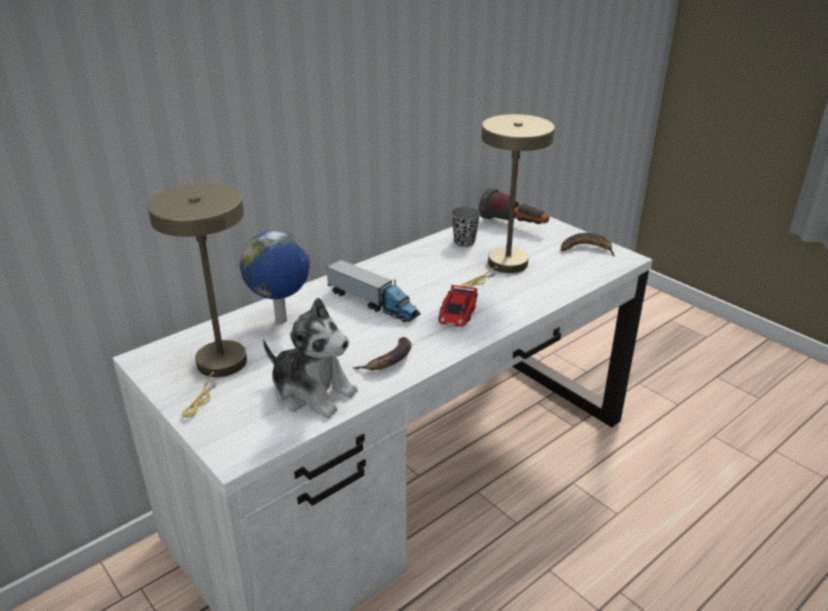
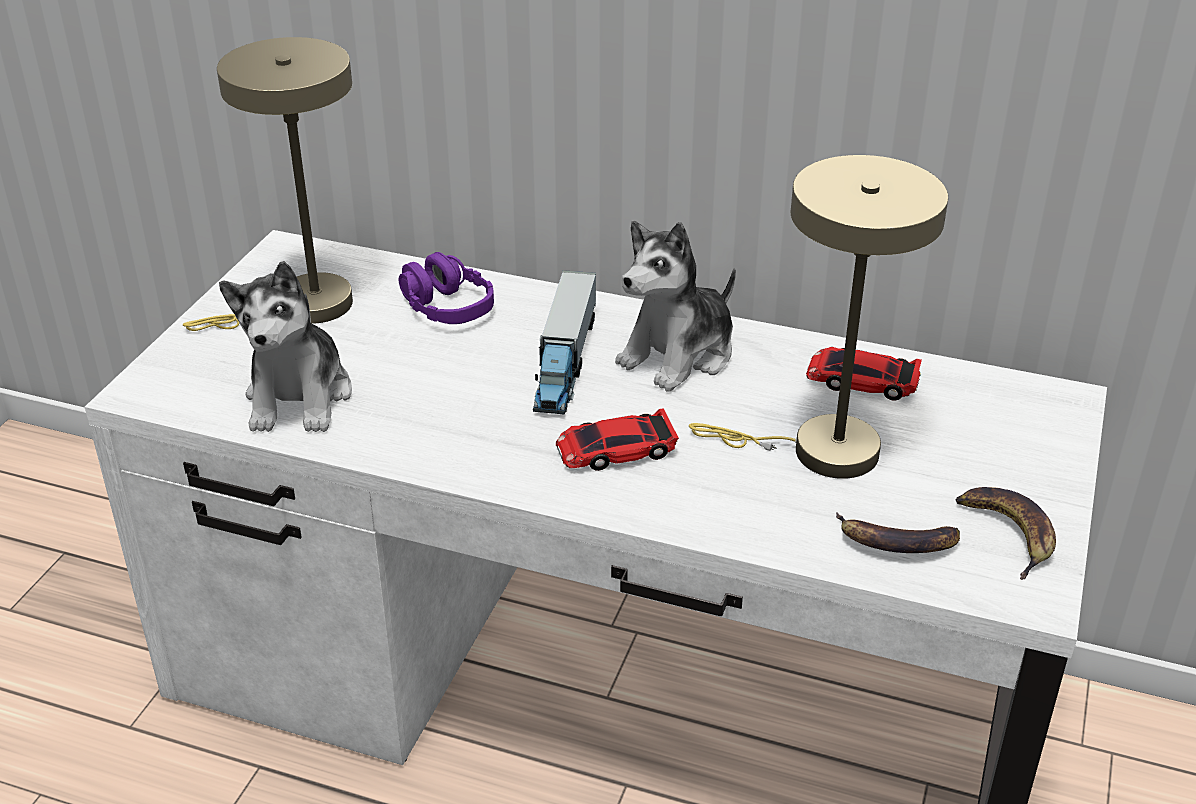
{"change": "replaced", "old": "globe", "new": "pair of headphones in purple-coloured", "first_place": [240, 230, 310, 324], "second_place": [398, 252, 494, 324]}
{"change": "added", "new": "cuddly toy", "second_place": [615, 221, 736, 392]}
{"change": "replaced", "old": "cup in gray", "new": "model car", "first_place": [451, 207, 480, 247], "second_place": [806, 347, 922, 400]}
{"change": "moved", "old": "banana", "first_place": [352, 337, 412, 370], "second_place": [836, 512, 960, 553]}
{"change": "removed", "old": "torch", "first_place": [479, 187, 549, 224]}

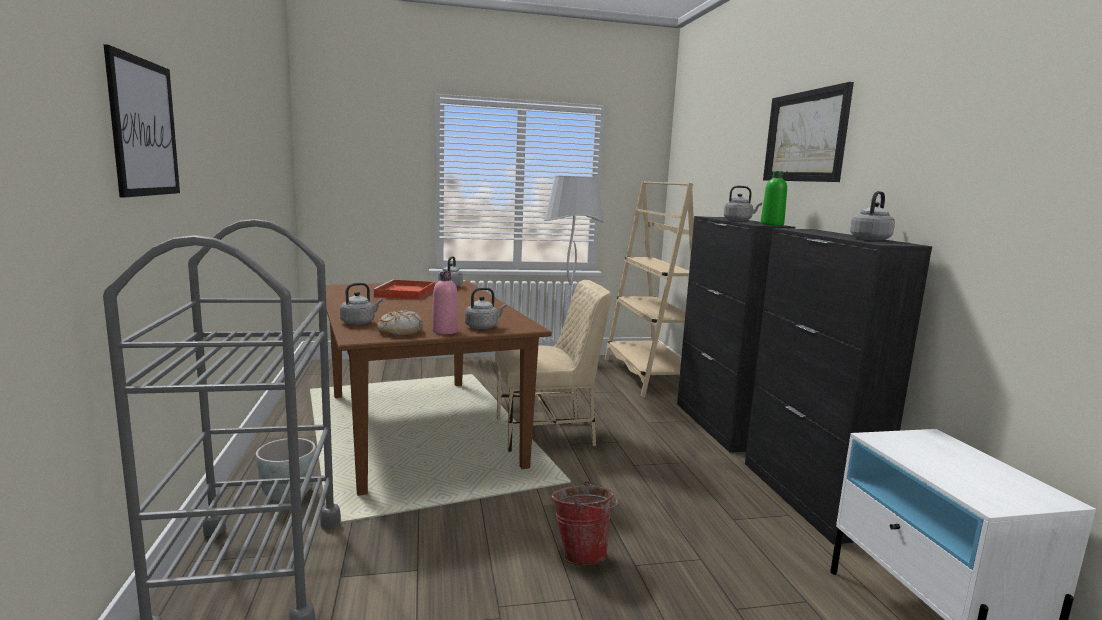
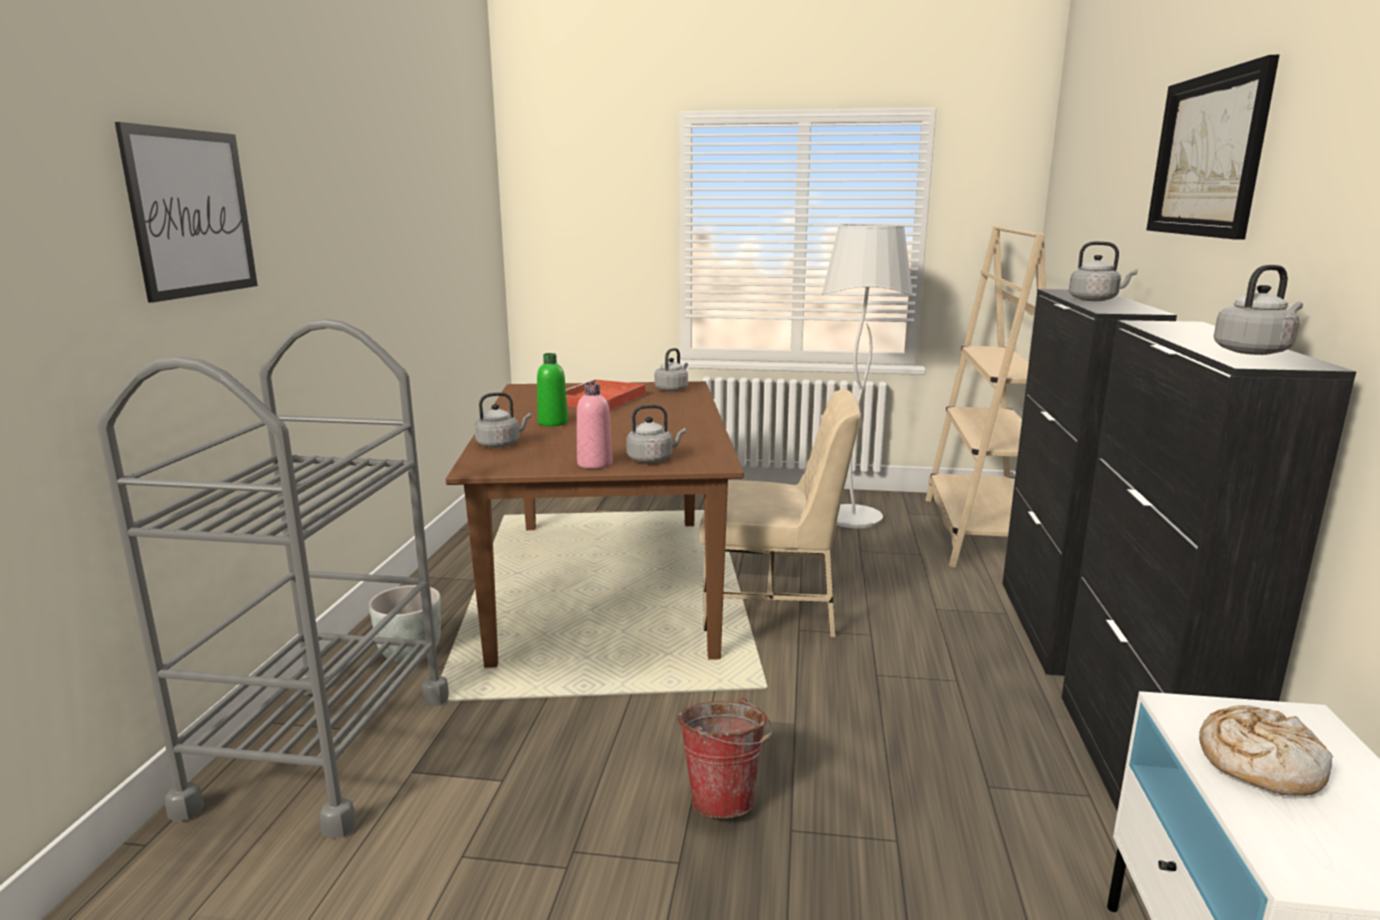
{"change": "moved", "old": "bottle in greenish", "first_place": [761, 171, 787, 226], "second_place": [537, 353, 568, 426]}
{"change": "moved", "old": "bakery bread", "first_place": [377, 311, 423, 336], "second_place": [1199, 705, 1333, 796]}

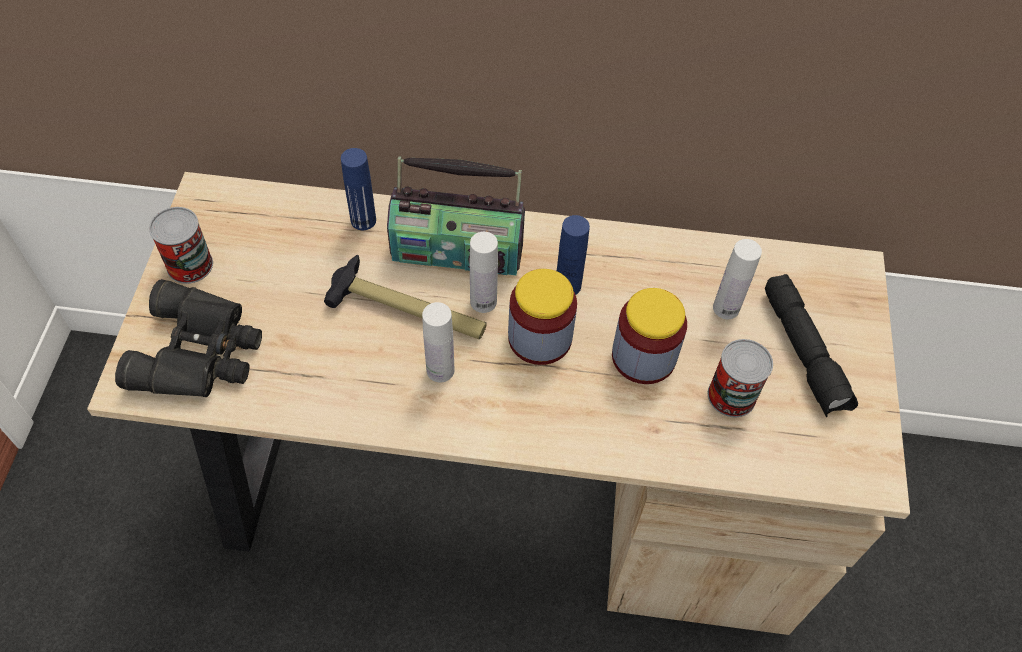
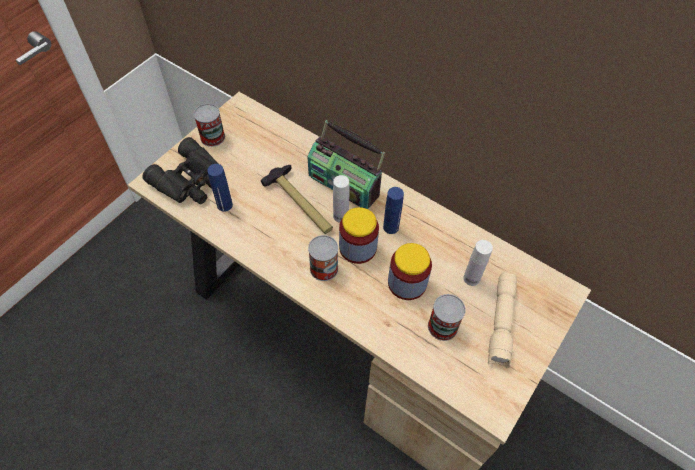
{"change": "moved", "old": "bottle in blue-coloured", "first_place": [341, 148, 376, 230], "second_place": [207, 164, 233, 212]}
{"change": "added", "new": "can", "second_place": [308, 235, 338, 281]}
{"change": "recoloured", "old": "torch in blackish", "new": "torch in beige", "first_place": [765, 274, 858, 417], "second_place": [488, 272, 517, 368]}
{"change": "removed", "old": "bottle in white-coloured", "first_place": [422, 302, 454, 383]}

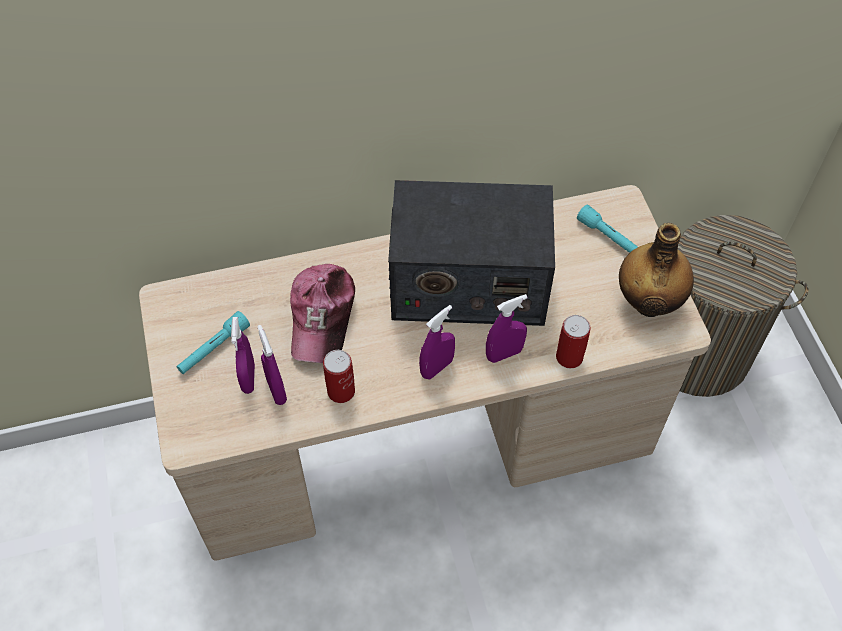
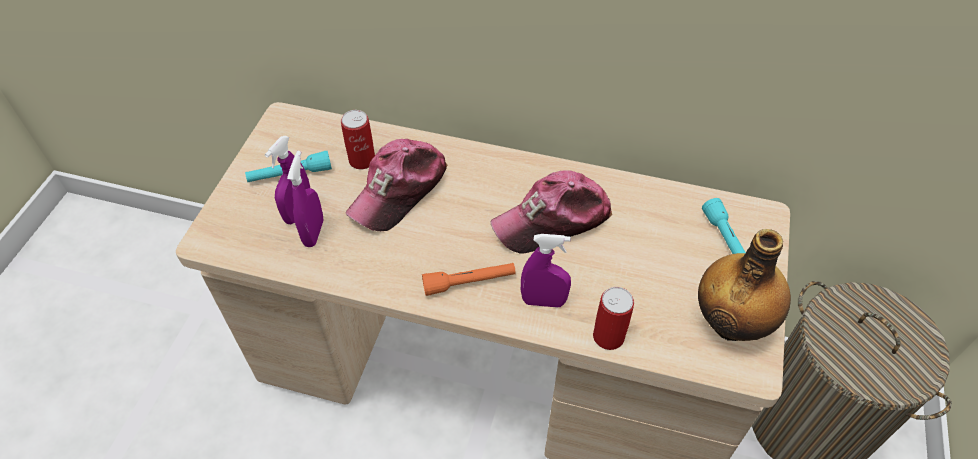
{"change": "moved", "old": "can", "first_place": [323, 350, 355, 403], "second_place": [341, 110, 375, 169]}
{"change": "replaced", "old": "sprayer in purple-coloured", "new": "torch in orangey", "first_place": [419, 305, 455, 380], "second_place": [422, 263, 516, 296]}
{"change": "replaced", "old": "radio set", "new": "baseball cap", "first_place": [388, 180, 555, 326], "second_place": [490, 170, 612, 254]}

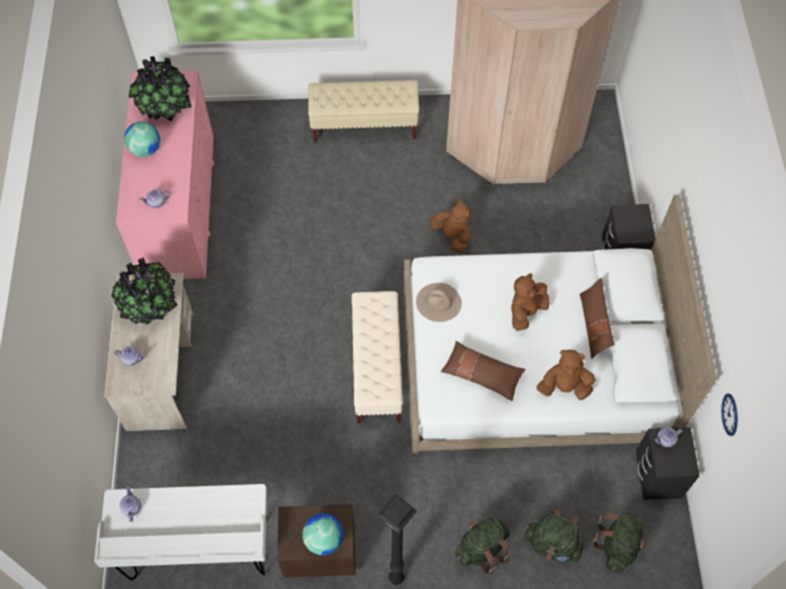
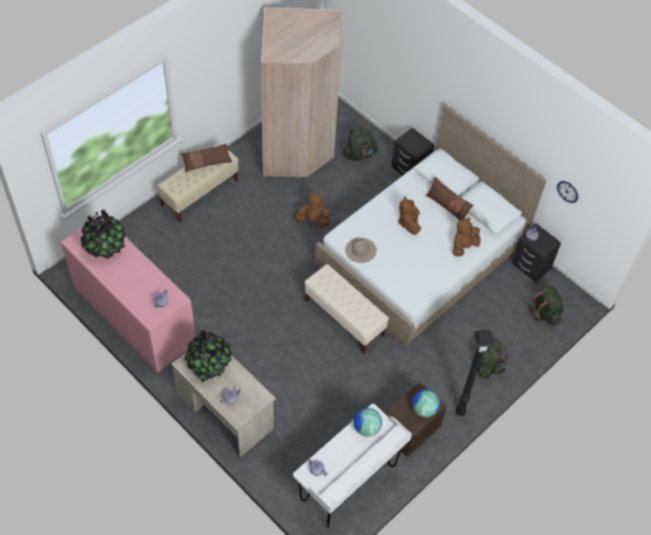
{"change": "moved", "old": "throw pillow in brown", "first_place": [441, 341, 526, 401], "second_place": [181, 143, 232, 172]}
{"change": "moved", "old": "backpack in greenish", "first_place": [525, 508, 585, 562], "second_place": [343, 126, 378, 161]}
{"change": "moved", "old": "globe", "first_place": [124, 122, 160, 157], "second_place": [354, 408, 382, 437]}

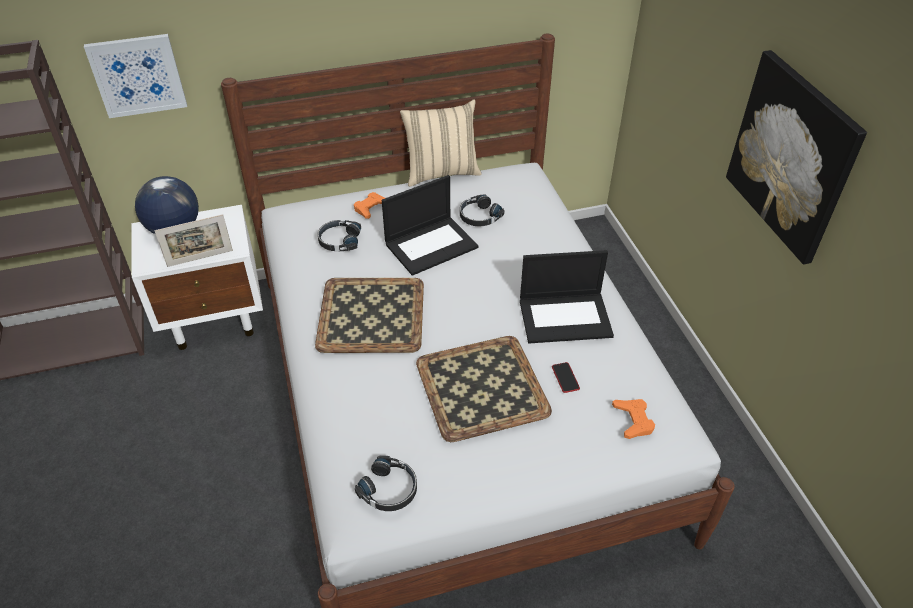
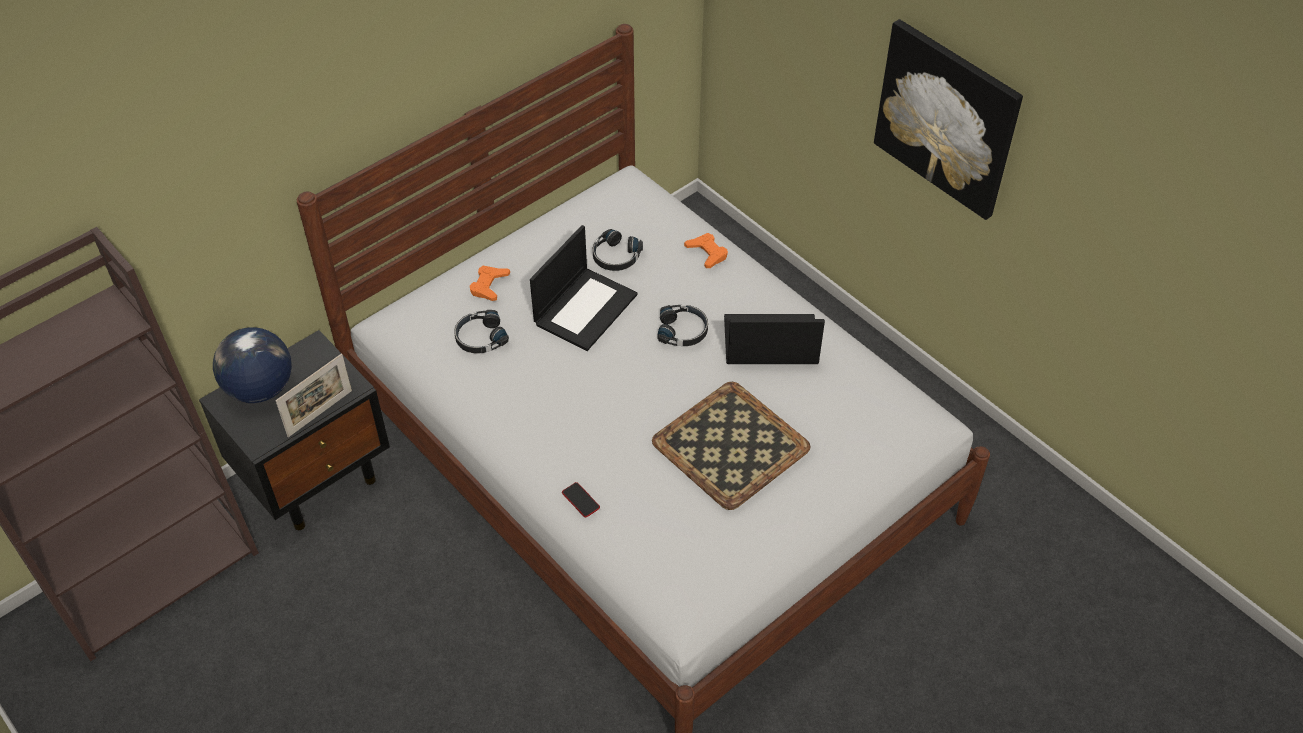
{"change": "recoloured", "old": "night table in white-coloured", "new": "night table in blackish", "first_place": [132, 205, 263, 350], "second_place": [199, 330, 390, 530]}
{"change": "moved", "old": "handset", "first_place": [552, 362, 580, 393], "second_place": [562, 482, 600, 517]}
{"change": "moved", "old": "pair of headphones in blackish", "first_place": [355, 455, 417, 511], "second_place": [657, 305, 708, 346]}
{"change": "moved", "old": "game controller in orangey", "first_place": [612, 399, 655, 439], "second_place": [684, 233, 728, 268]}
{"change": "turned", "old": "notebook computer", "first_place": [520, 250, 614, 343], "second_place": [724, 314, 825, 364], "degrees": -150}
{"change": "removed", "old": "picture", "first_place": [84, 34, 187, 118]}
{"change": "removed", "old": "carrying tray", "first_place": [315, 278, 424, 353]}
{"change": "removed", "old": "throw pillow in beige", "first_place": [400, 99, 482, 187]}

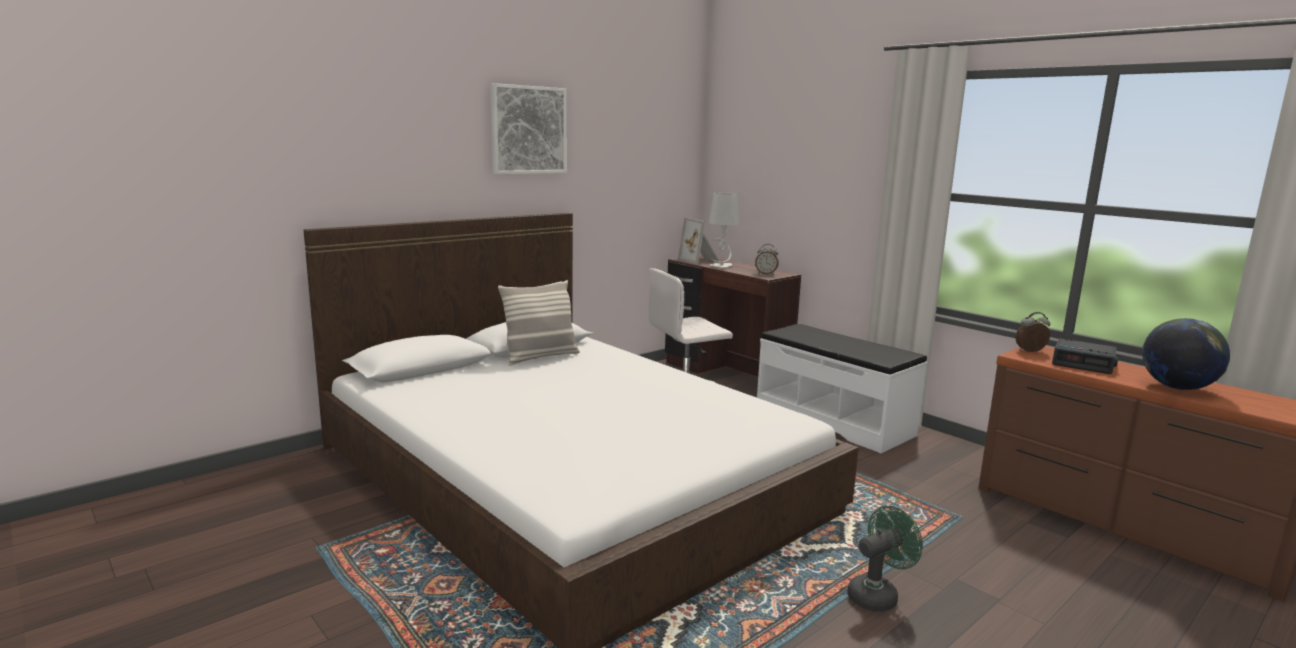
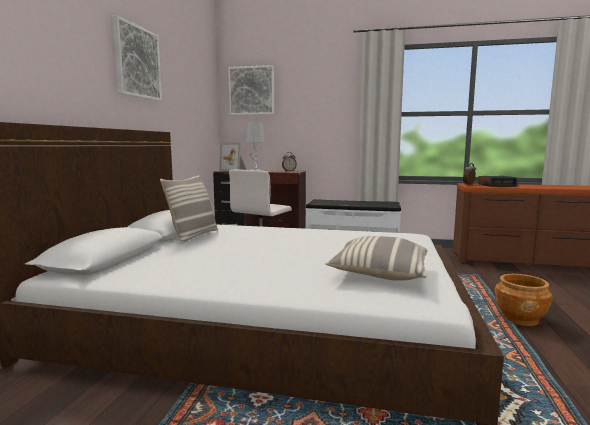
{"change": "added", "new": "picture", "second_place": [228, 65, 274, 115]}
{"change": "added", "new": "throw pillow", "second_place": [325, 236, 428, 281]}
{"change": "replaced", "old": "cooling fan in greenish", "new": "planter in brown", "first_place": [847, 506, 923, 612], "second_place": [495, 274, 552, 326]}
{"change": "removed", "old": "globe", "first_place": [1142, 318, 1230, 390]}

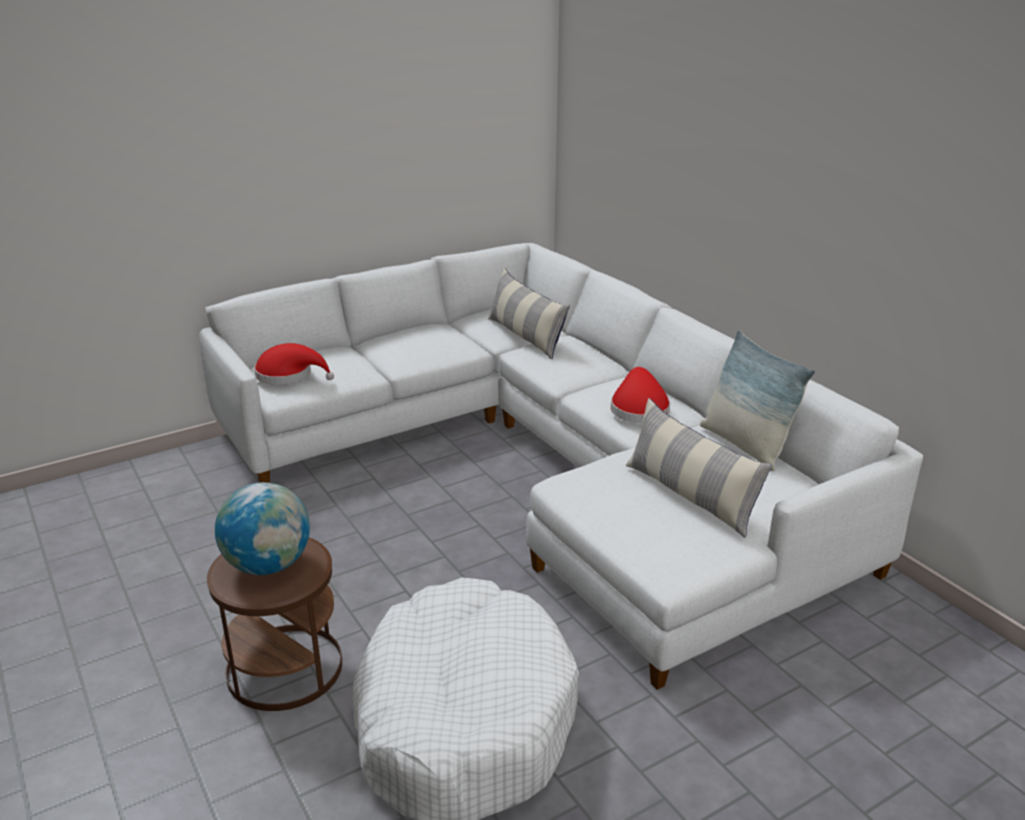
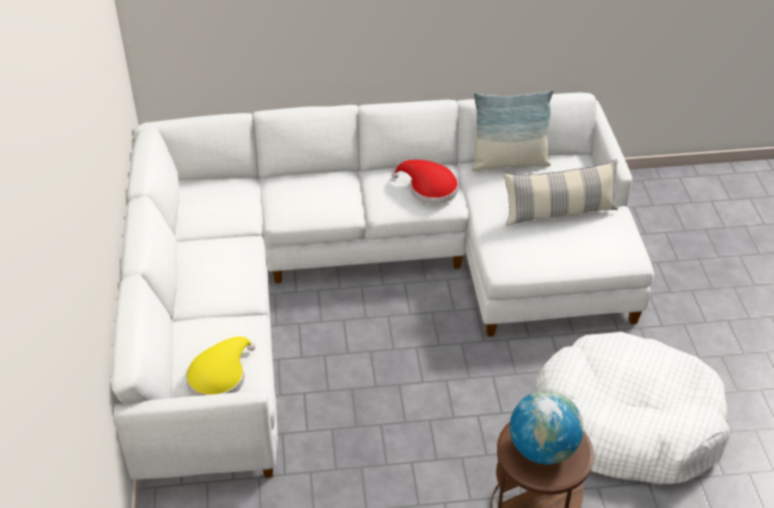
{"change": "recoloured", "old": "clothing hat in reddish", "new": "clothing hat in yellow", "first_place": [254, 343, 334, 385], "second_place": [186, 336, 255, 396]}
{"change": "removed", "old": "throw pillow", "first_place": [488, 268, 570, 360]}

